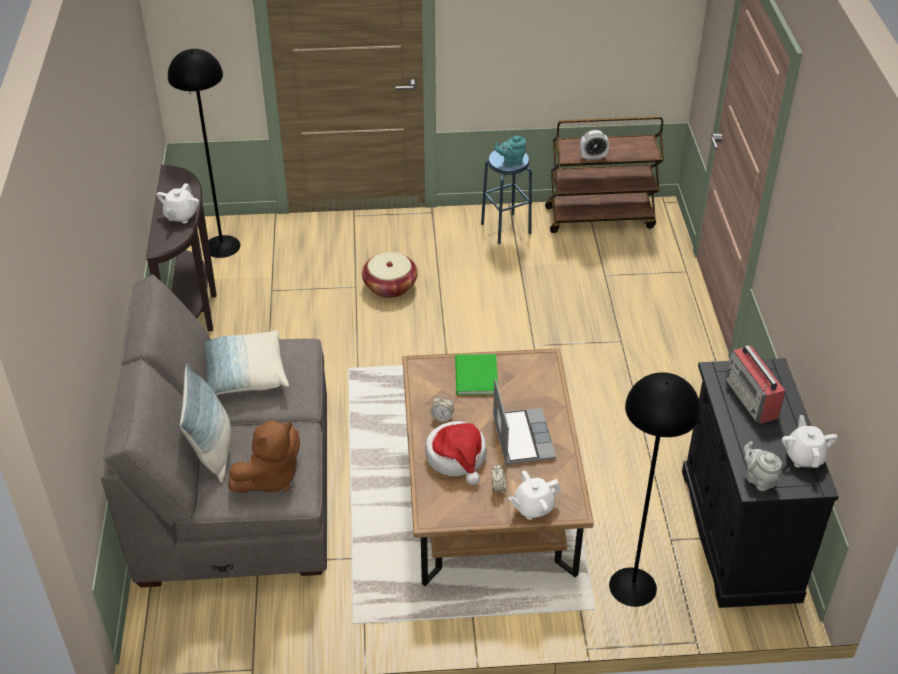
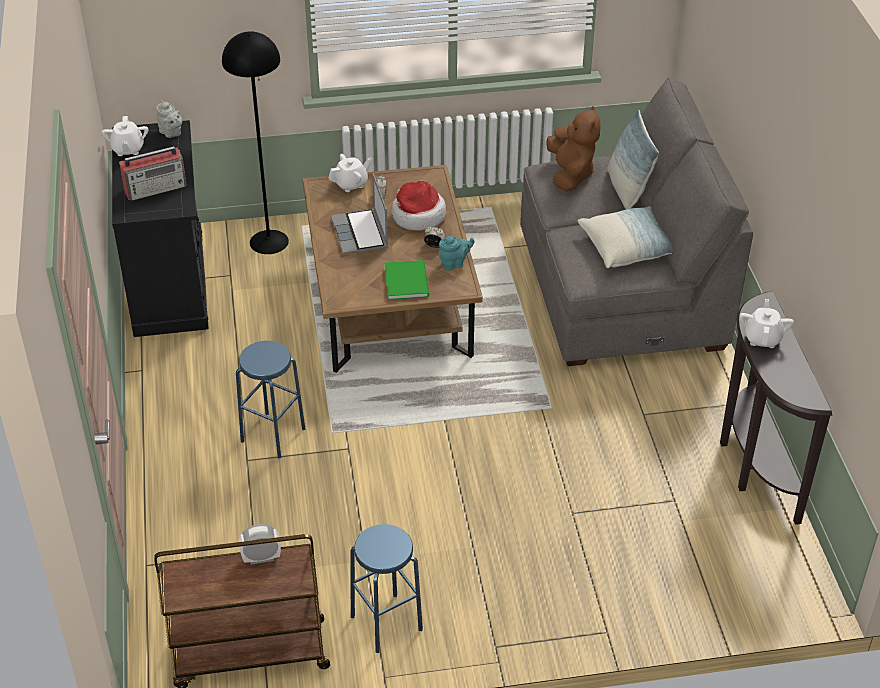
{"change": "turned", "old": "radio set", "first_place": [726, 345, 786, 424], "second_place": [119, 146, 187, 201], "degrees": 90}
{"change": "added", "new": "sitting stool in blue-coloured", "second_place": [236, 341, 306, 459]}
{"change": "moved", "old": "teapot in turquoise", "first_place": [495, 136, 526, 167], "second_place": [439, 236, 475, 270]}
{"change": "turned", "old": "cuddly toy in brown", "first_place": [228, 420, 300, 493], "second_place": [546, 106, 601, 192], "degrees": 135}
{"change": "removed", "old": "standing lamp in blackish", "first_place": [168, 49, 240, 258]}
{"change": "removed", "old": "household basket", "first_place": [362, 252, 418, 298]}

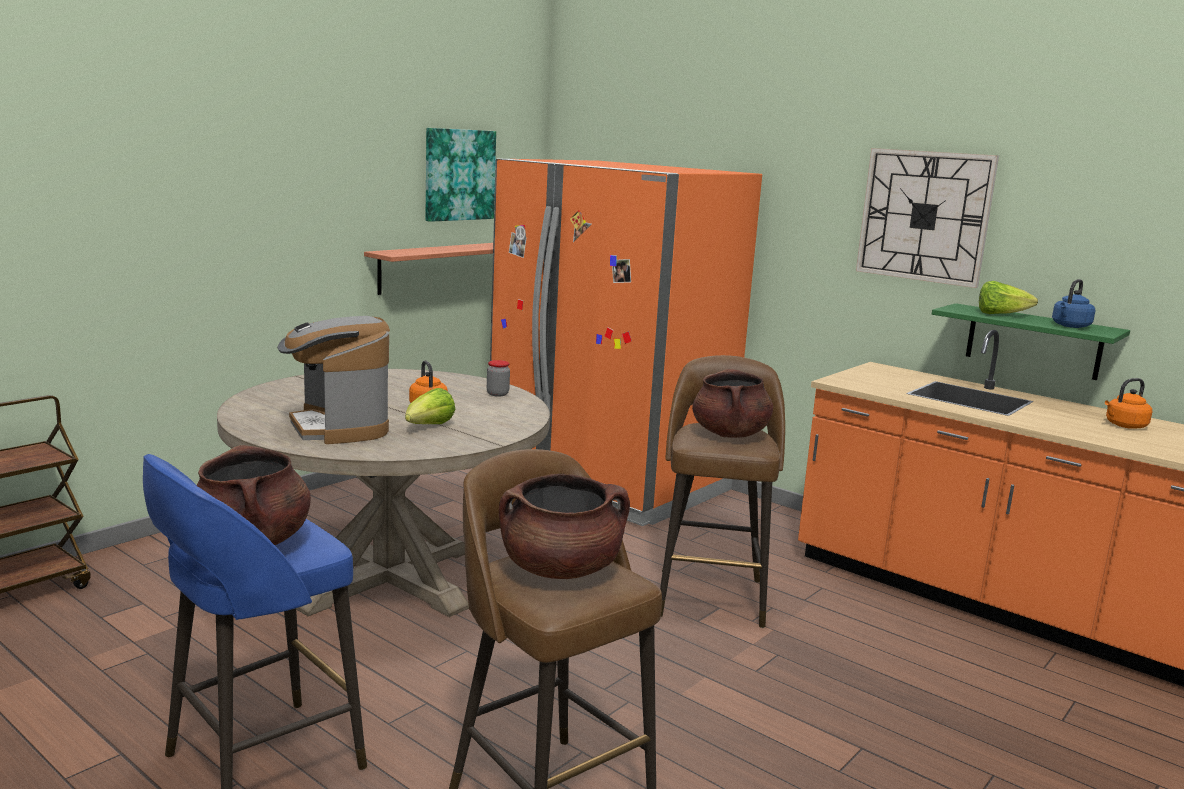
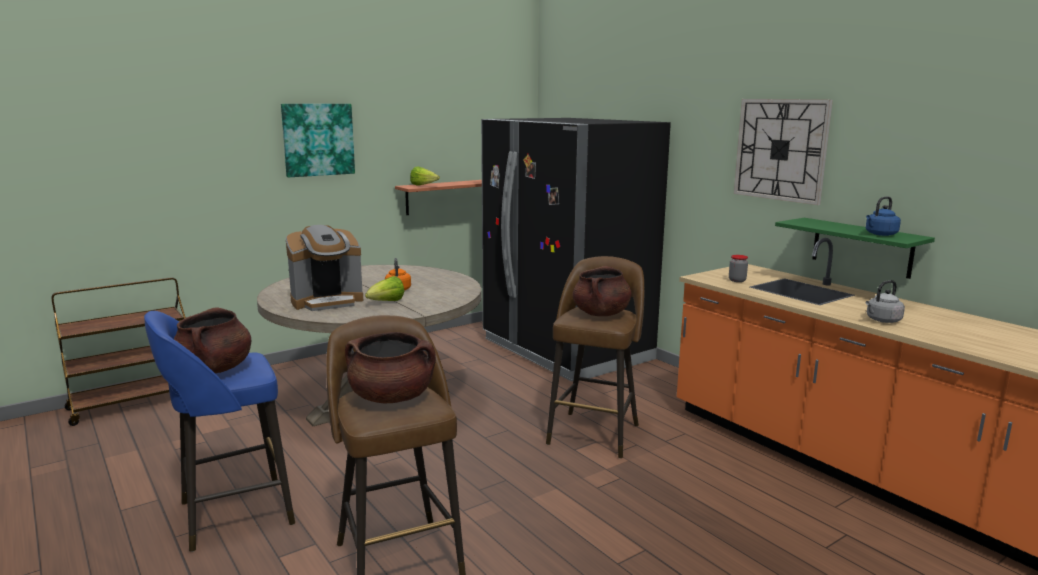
{"change": "moved", "old": "picture", "first_place": [425, 128, 496, 222], "second_place": [281, 104, 355, 177]}
{"change": "turned", "old": "coffee maker", "first_place": [277, 316, 390, 444], "second_place": [286, 225, 363, 311], "degrees": -105}
{"change": "moved", "old": "lettuce", "first_place": [979, 281, 1038, 314], "second_place": [410, 166, 440, 186]}
{"change": "recoloured", "old": "fridge in orangey", "new": "fridge in blackish", "first_place": [490, 159, 762, 526], "second_place": [481, 118, 671, 381]}
{"change": "moved", "old": "jar", "first_place": [487, 360, 510, 397], "second_place": [729, 255, 748, 282]}
{"change": "added", "new": "water kettle in gray", "second_place": [866, 280, 905, 323]}
{"change": "removed", "old": "water kettle in orangey", "first_place": [1105, 378, 1152, 429]}

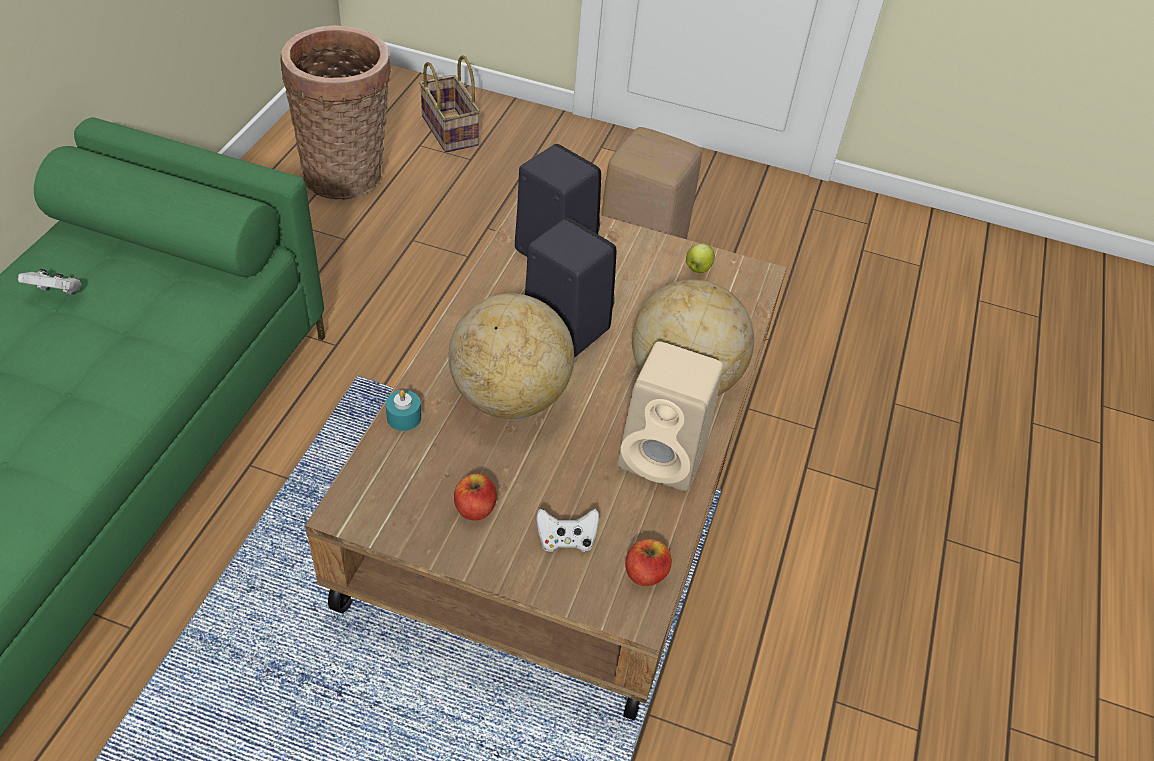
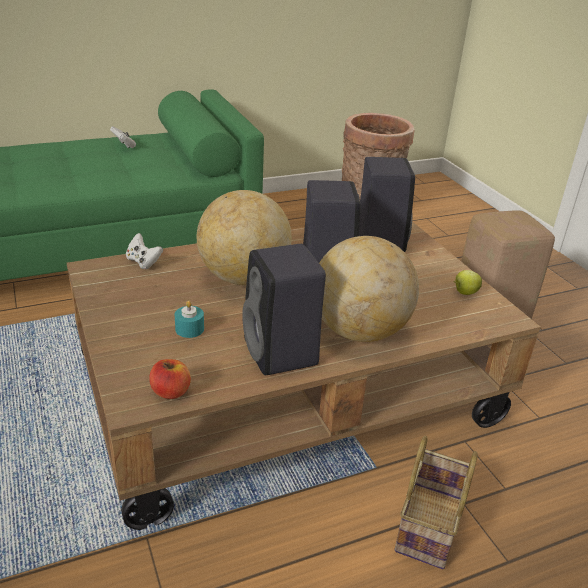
{"change": "moved", "old": "game controller in white-coloured", "first_place": [536, 508, 599, 552], "second_place": [126, 233, 163, 269]}
{"change": "moved", "old": "wax light in turquoise", "first_place": [386, 390, 421, 431], "second_place": [175, 301, 204, 338]}
{"change": "recoloured", "old": "speaker in beige", "new": "speaker in blackish", "first_place": [617, 341, 723, 491], "second_place": [242, 244, 326, 375]}
{"change": "moved", "old": "household basket", "first_place": [419, 55, 480, 152], "second_place": [395, 436, 478, 569]}
{"change": "removed", "old": "apple", "first_place": [454, 474, 497, 521]}

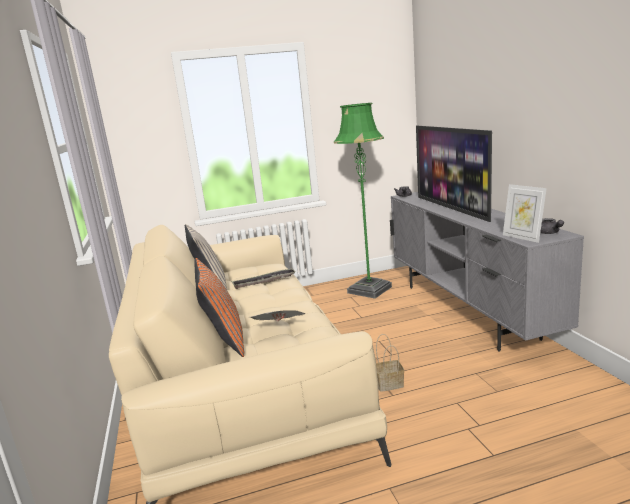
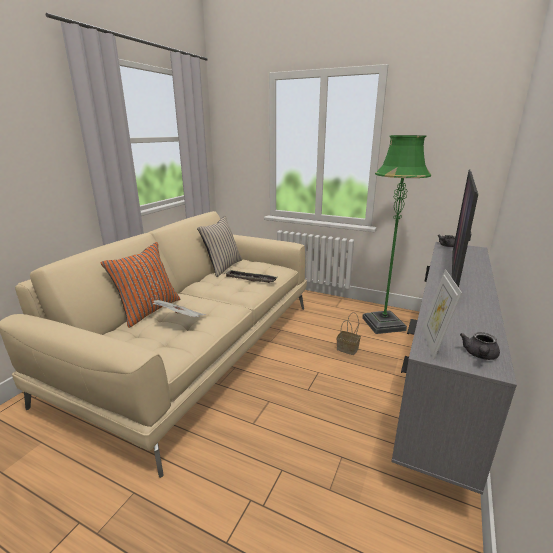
{"change": "moved", "old": "household basket", "first_place": [376, 334, 404, 392], "second_place": [337, 312, 361, 355]}

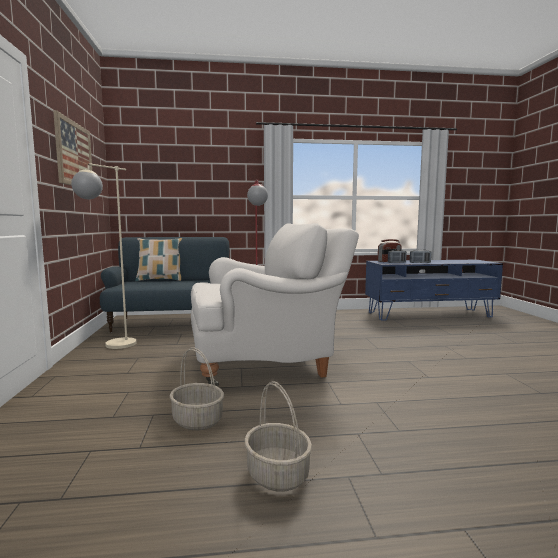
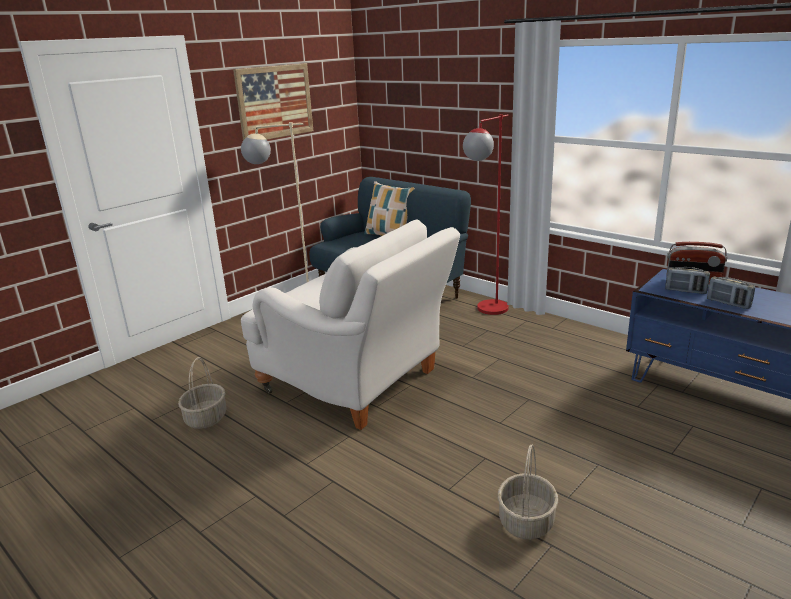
{"change": "moved", "old": "household basket", "first_place": [244, 381, 312, 492], "second_place": [498, 444, 558, 539]}

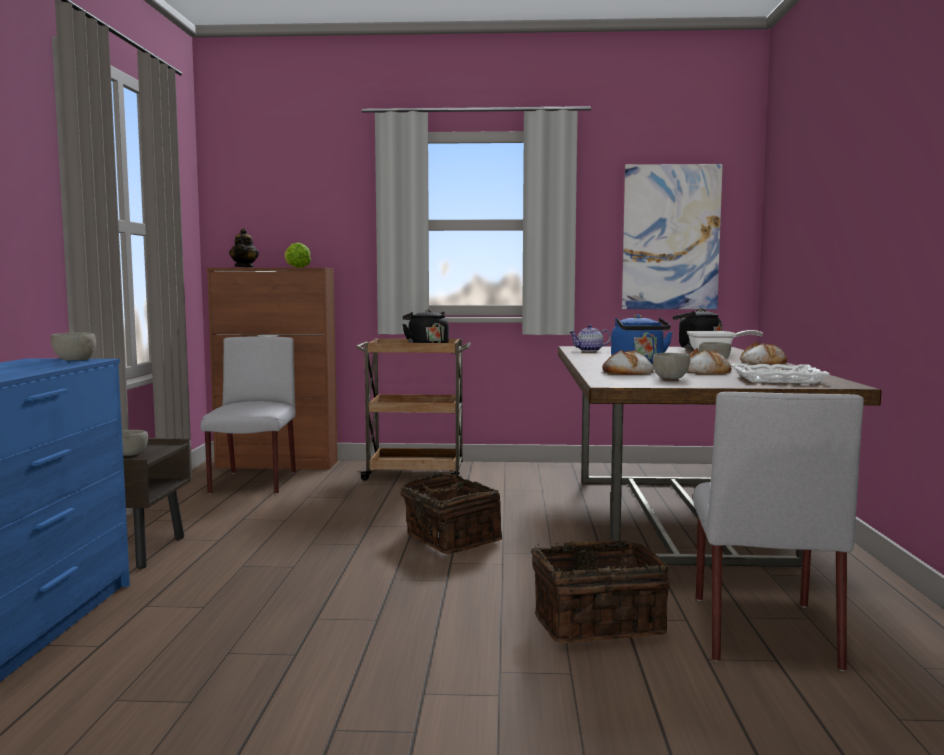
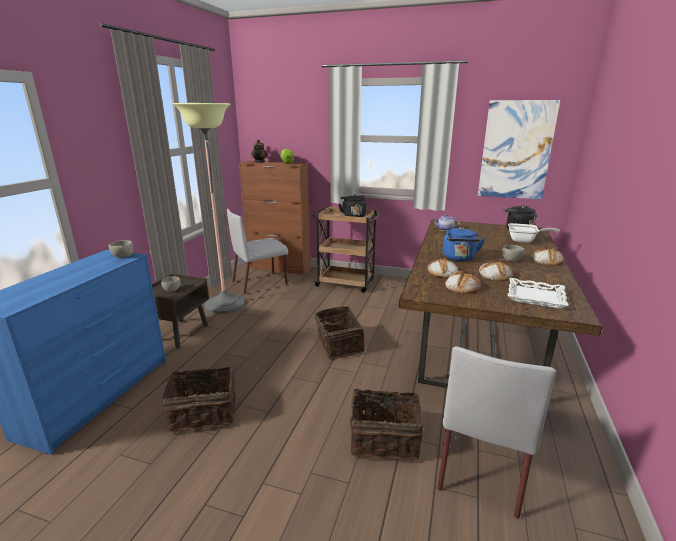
{"change": "added", "new": "household basket", "second_place": [161, 367, 236, 433]}
{"change": "added", "new": "standing lamp", "second_place": [172, 103, 245, 314]}
{"change": "turned", "old": "chair in gray", "first_place": [200, 336, 296, 494], "second_place": [227, 209, 288, 294], "degrees": -135}
{"change": "replaced", "old": "deep dish in gray", "new": "bakery bread", "first_place": [653, 353, 690, 379], "second_place": [445, 270, 481, 294]}

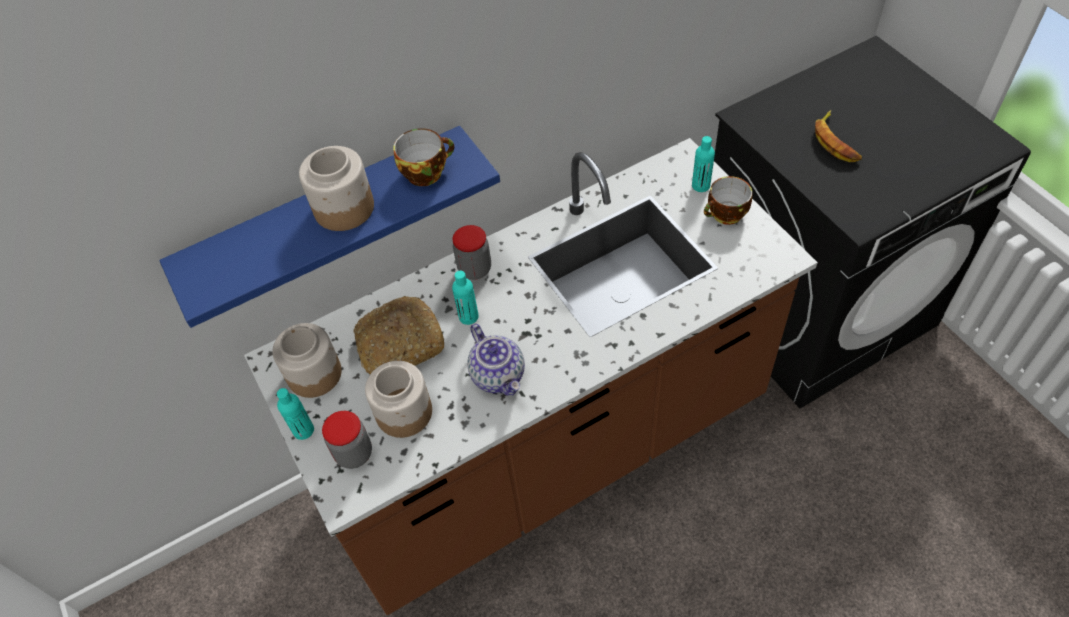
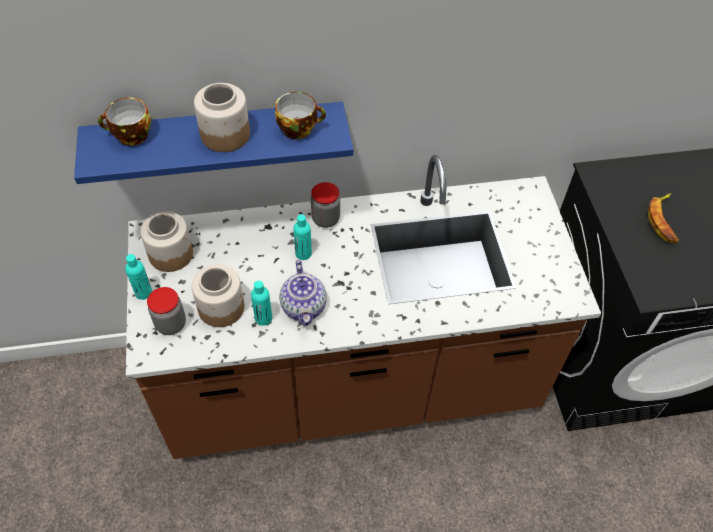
{"change": "moved", "old": "cup", "first_place": [704, 176, 752, 225], "second_place": [98, 97, 151, 146]}
{"change": "moved", "old": "bottle in turquoise", "first_place": [692, 136, 715, 192], "second_place": [251, 281, 272, 326]}
{"change": "removed", "old": "bakery bread", "first_place": [353, 296, 444, 374]}

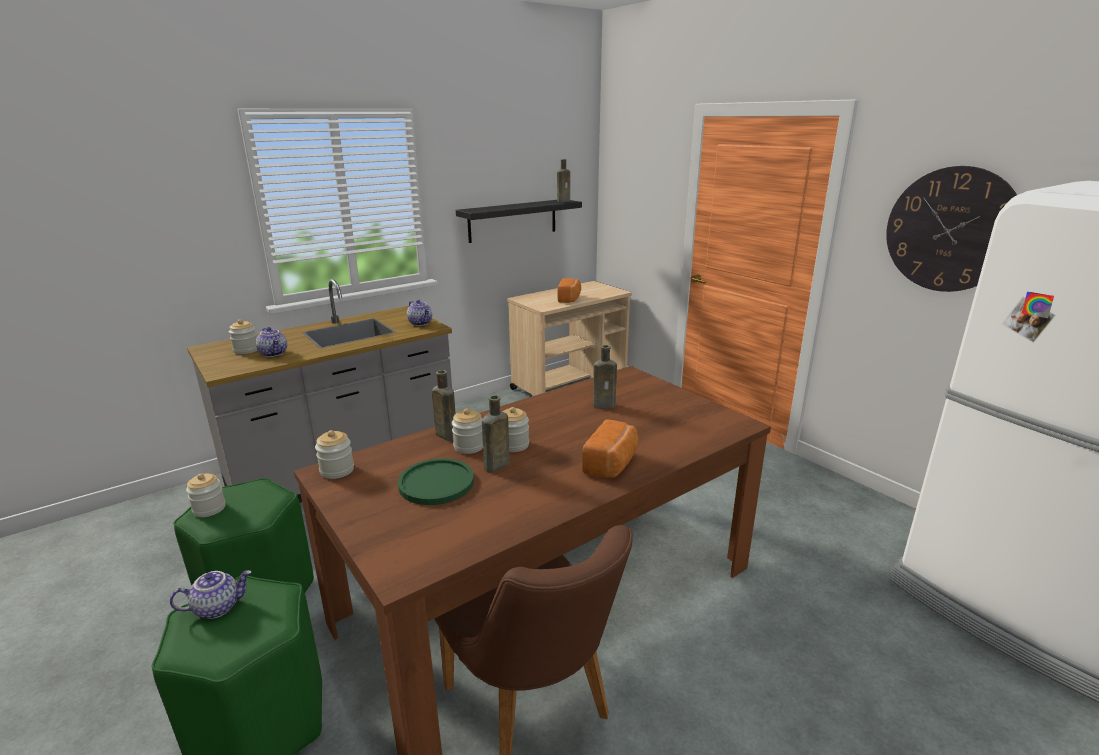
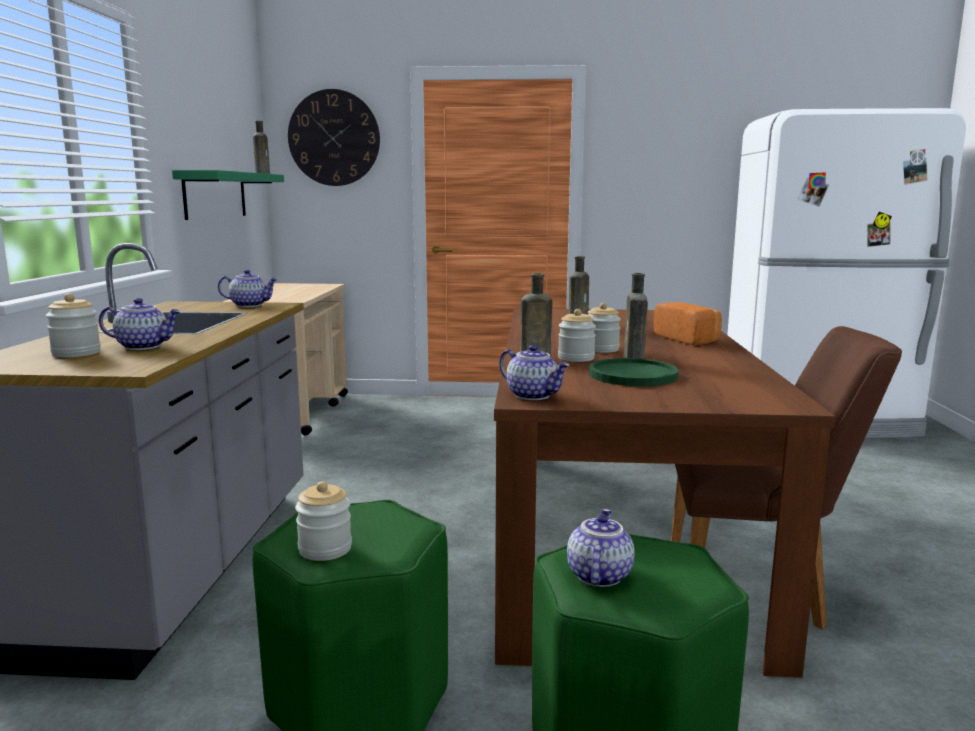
{"change": "recoloured", "old": "bracket shelf in blackish", "new": "bracket shelf in greenish", "first_place": [456, 200, 582, 243], "second_place": [172, 170, 284, 220]}
{"change": "moved", "old": "clock on the wall", "first_place": [886, 166, 1017, 292], "second_place": [288, 89, 380, 186]}
{"change": "replaced", "old": "jar", "new": "teapot", "first_place": [315, 430, 354, 479], "second_place": [499, 345, 570, 400]}
{"change": "removed", "old": "bakery bread", "first_place": [557, 278, 581, 303]}

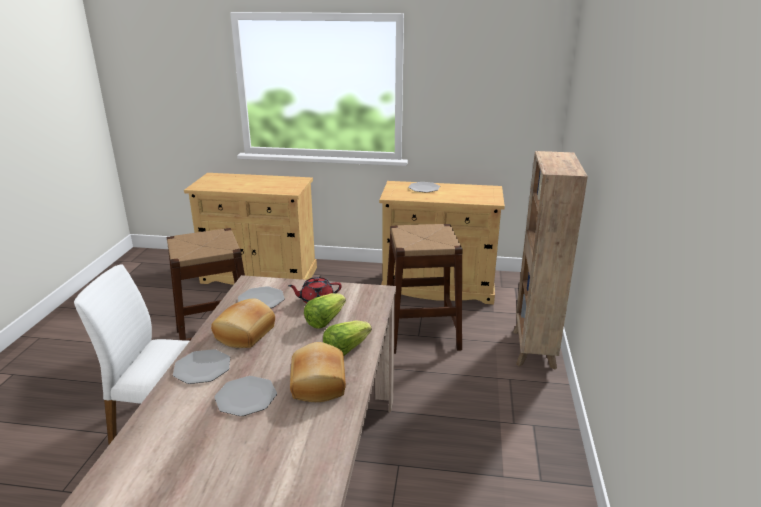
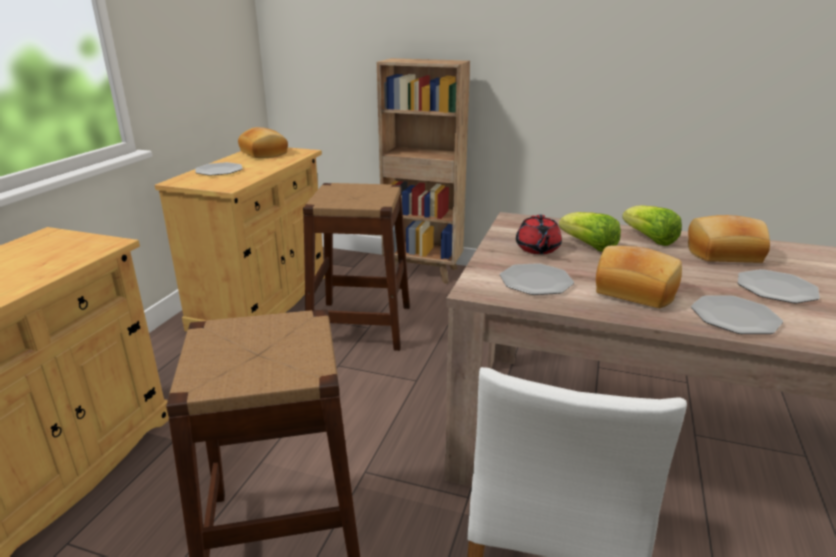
{"change": "added", "new": "bakery bread", "second_place": [238, 127, 288, 158]}

